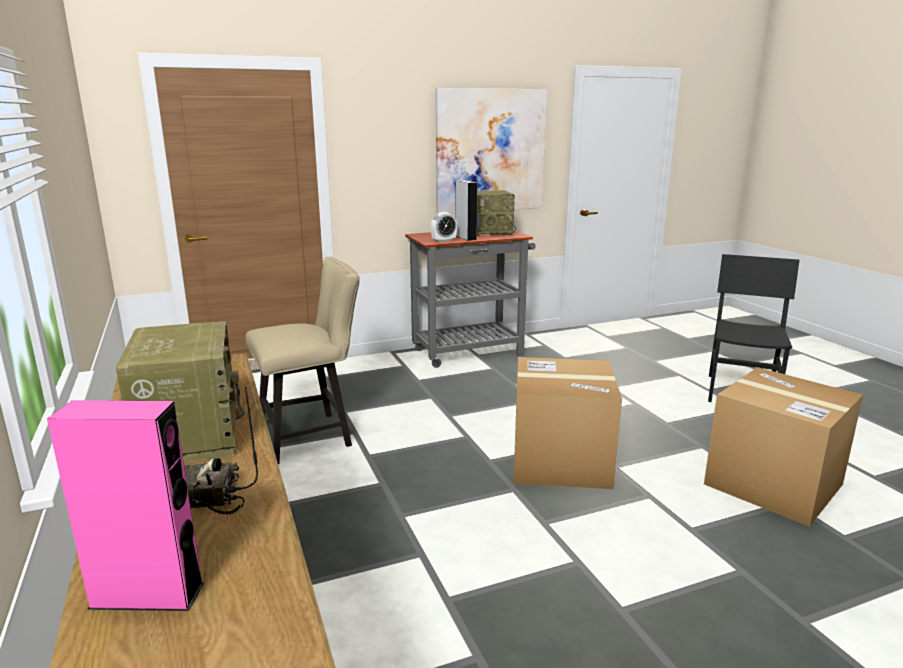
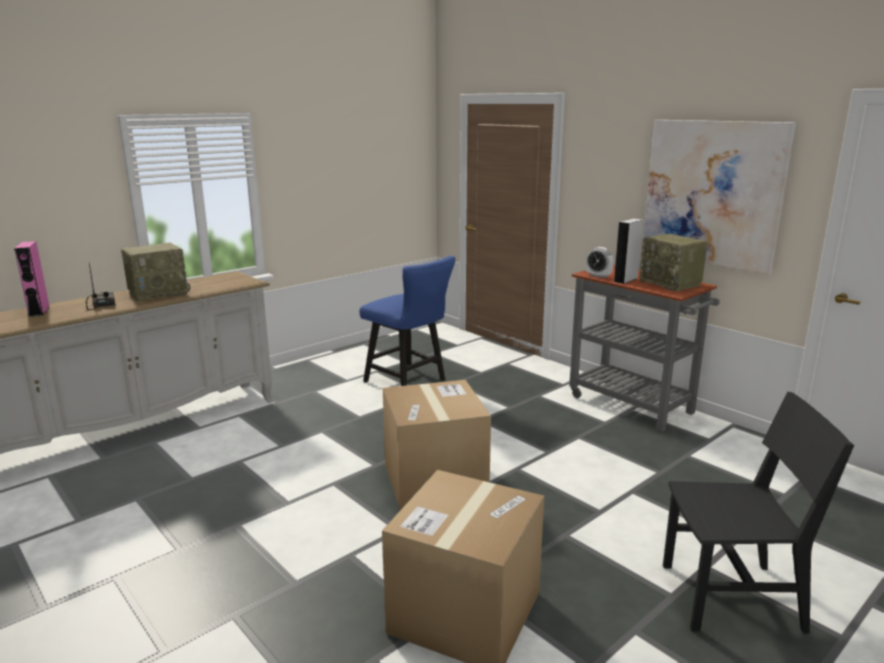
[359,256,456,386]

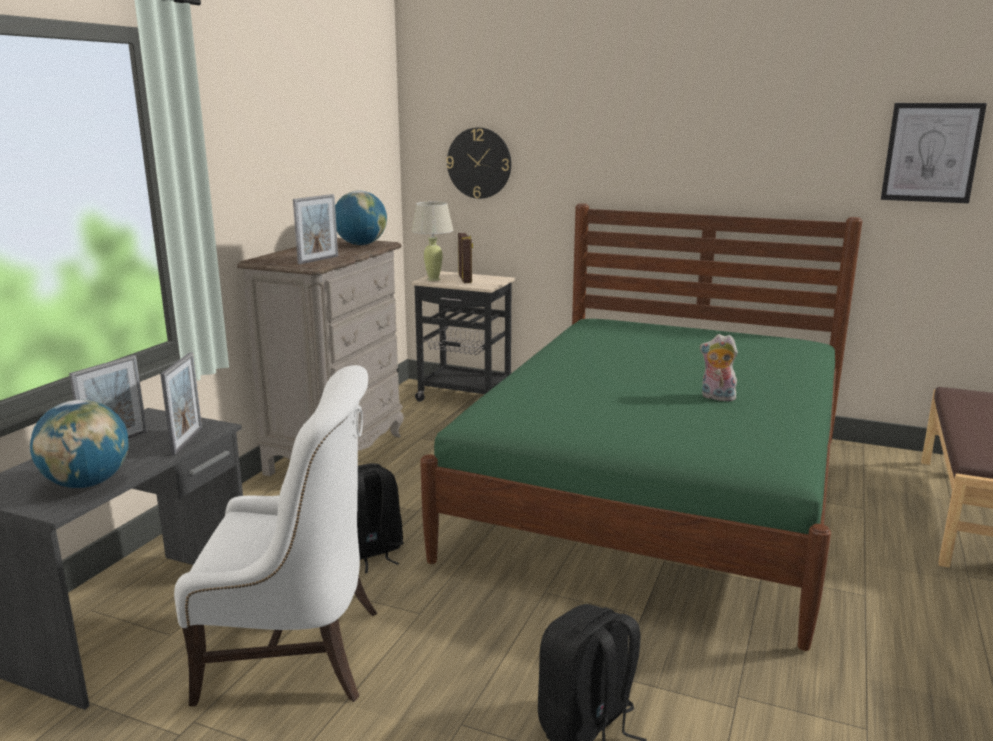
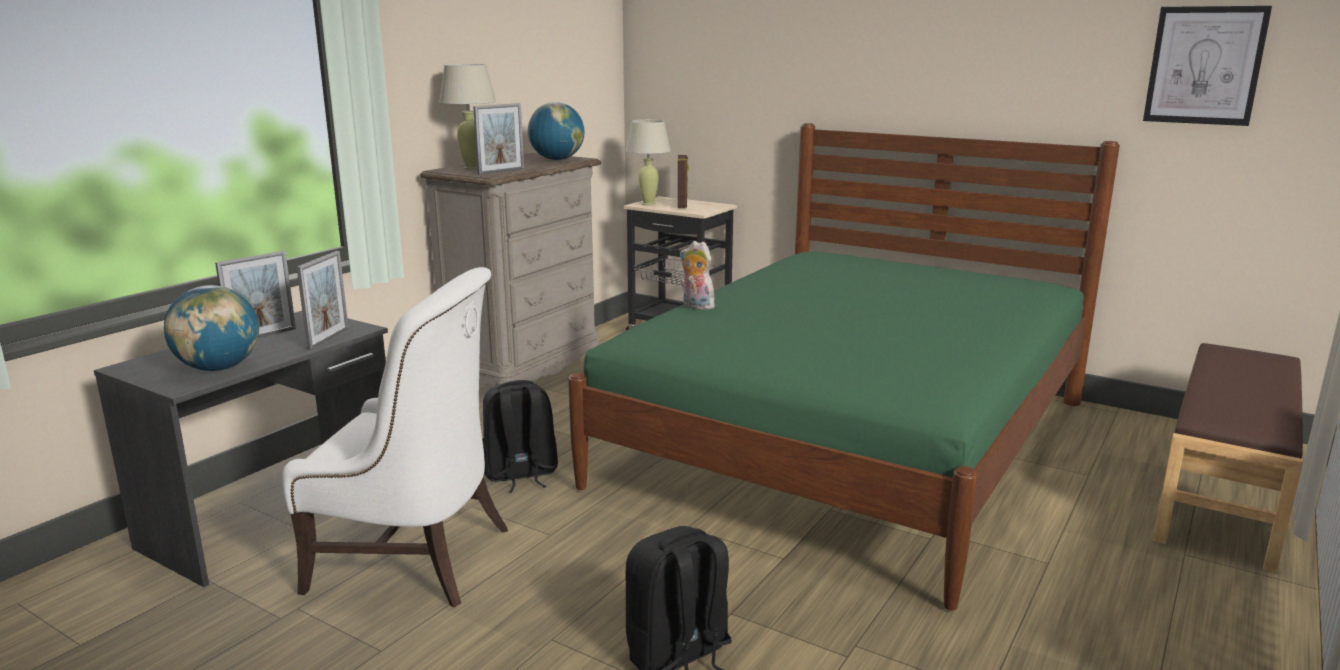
[446,128,511,199] (first image)
[680,241,715,310]
[439,64,496,169]

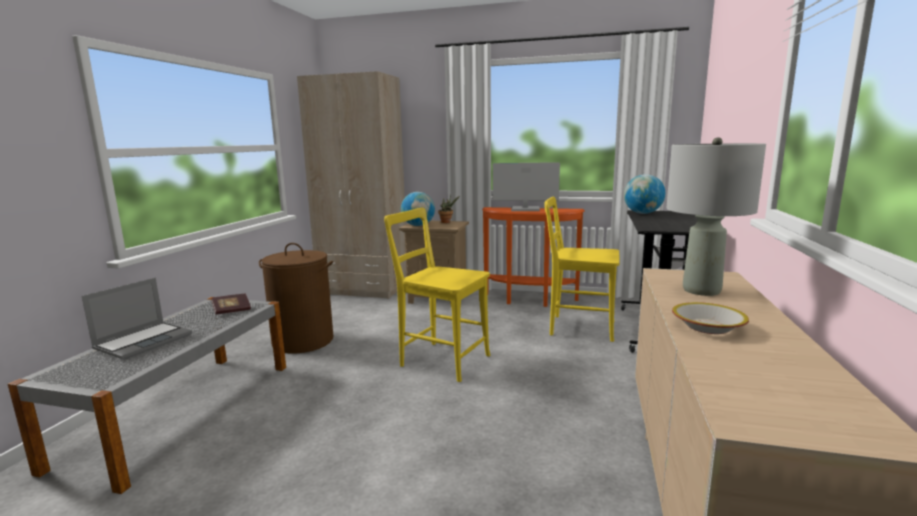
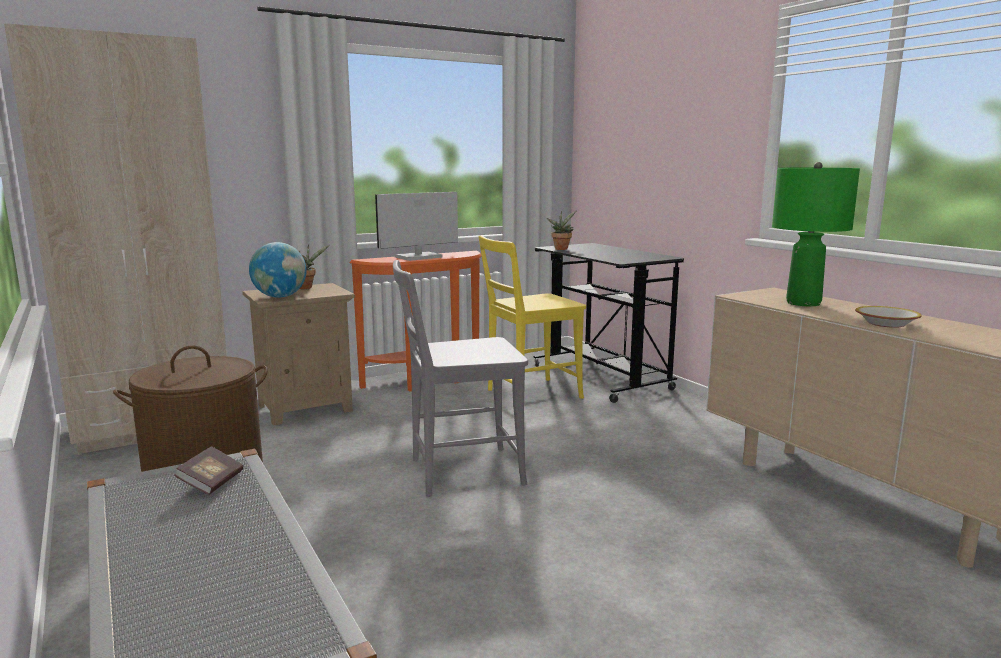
[82,278,192,360] (first image)
[393,260,528,497]
[547,210,577,250]
[772,162,860,306]

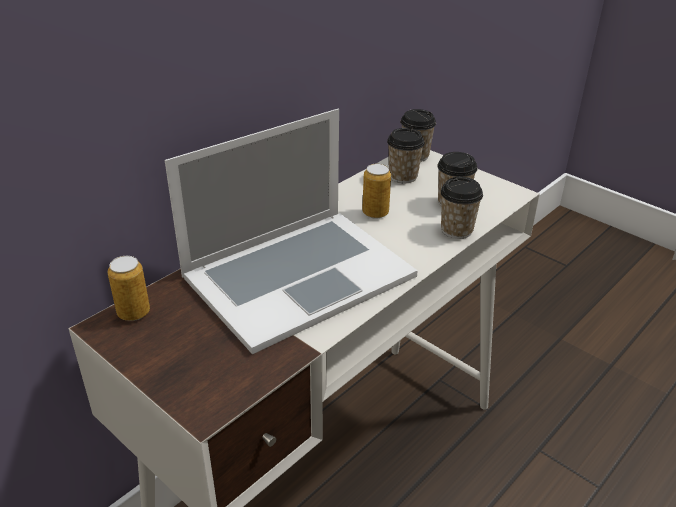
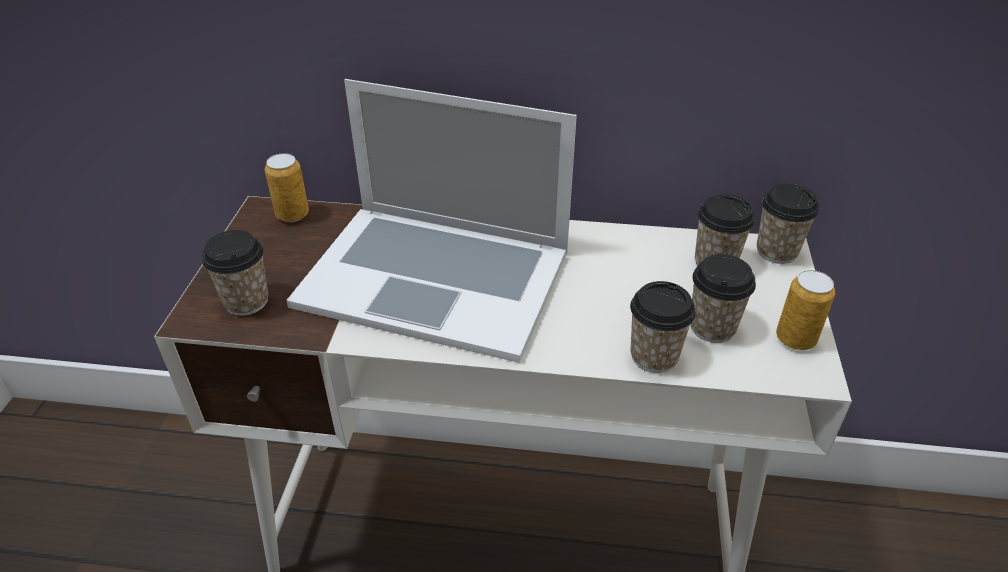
[776,270,835,350]
[202,230,269,316]

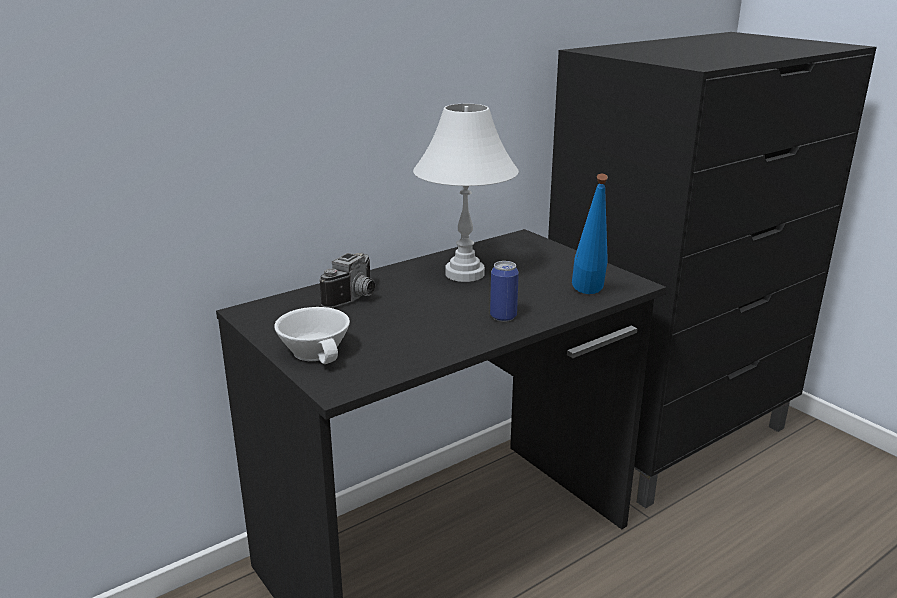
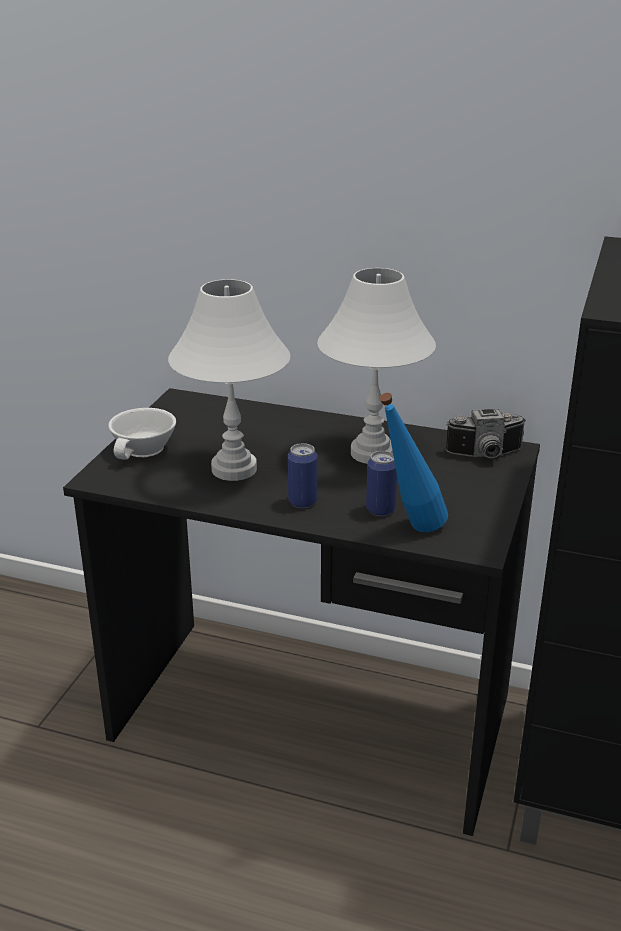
[446,409,526,458]
[168,279,290,481]
[366,451,397,516]

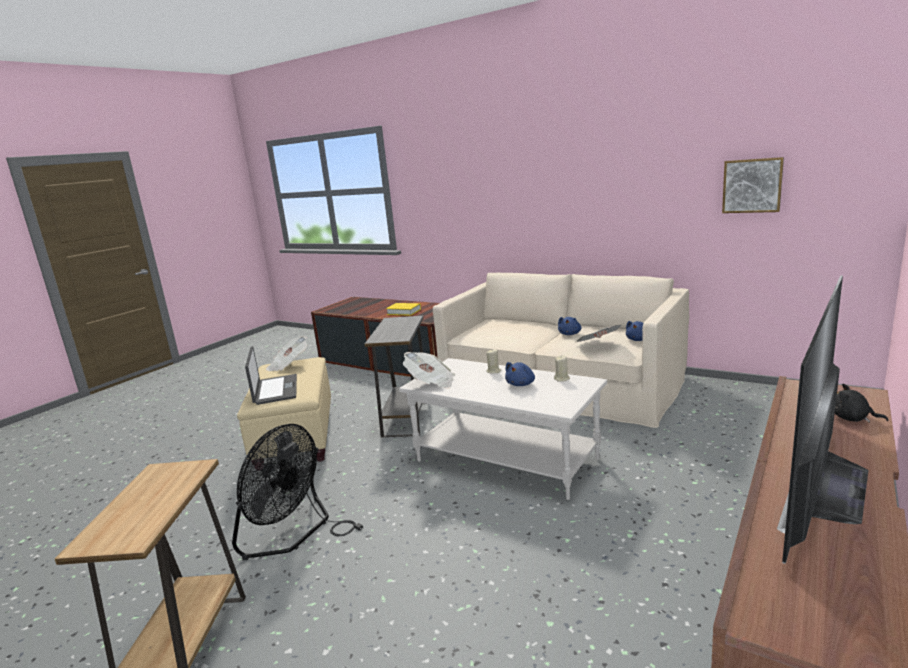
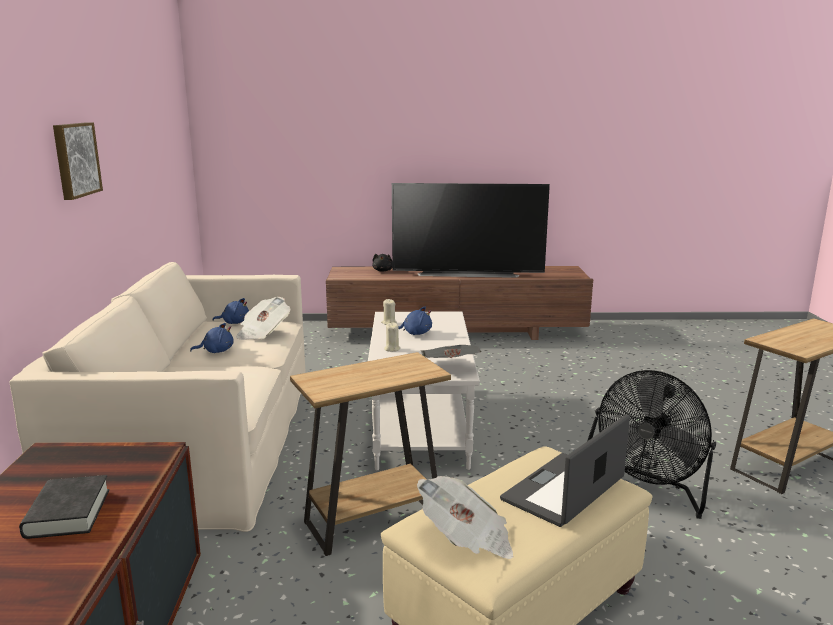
[587,370,716,519]
[290,352,451,556]
[19,475,109,539]
[53,122,103,200]

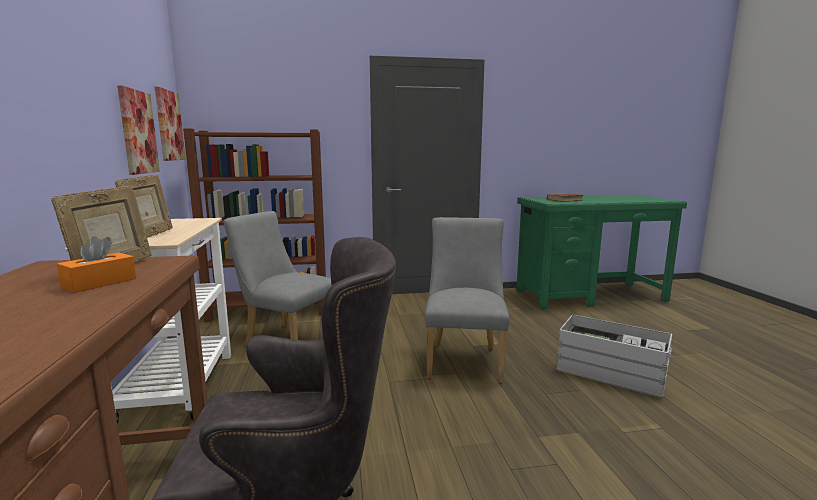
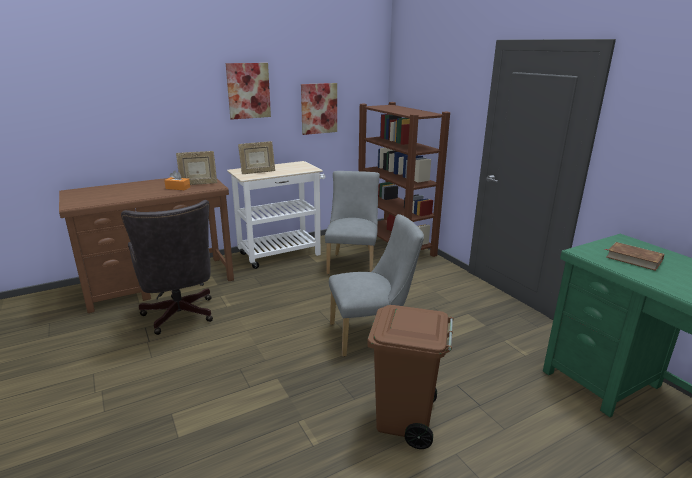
[226,63,271,120]
[367,305,454,449]

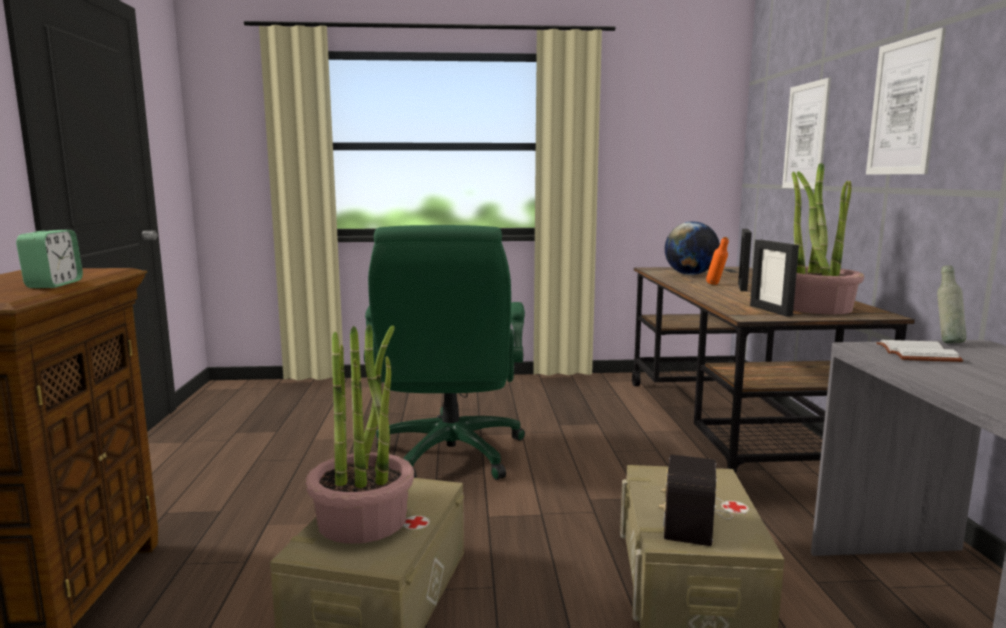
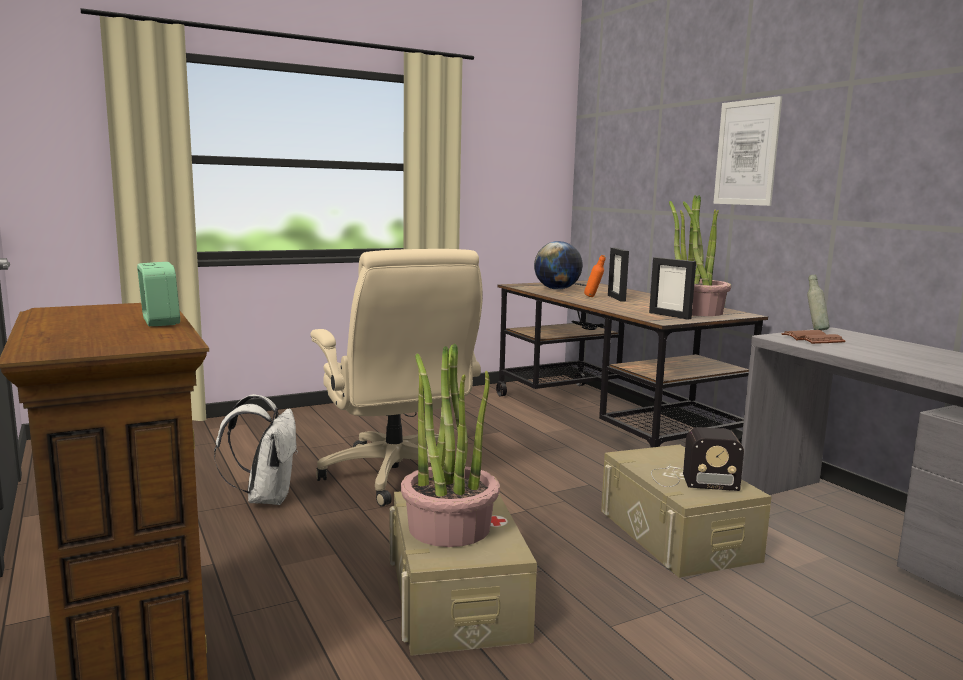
[310,249,483,507]
[651,427,744,491]
[782,78,831,189] (first image)
[781,330,846,344]
[214,394,298,505]

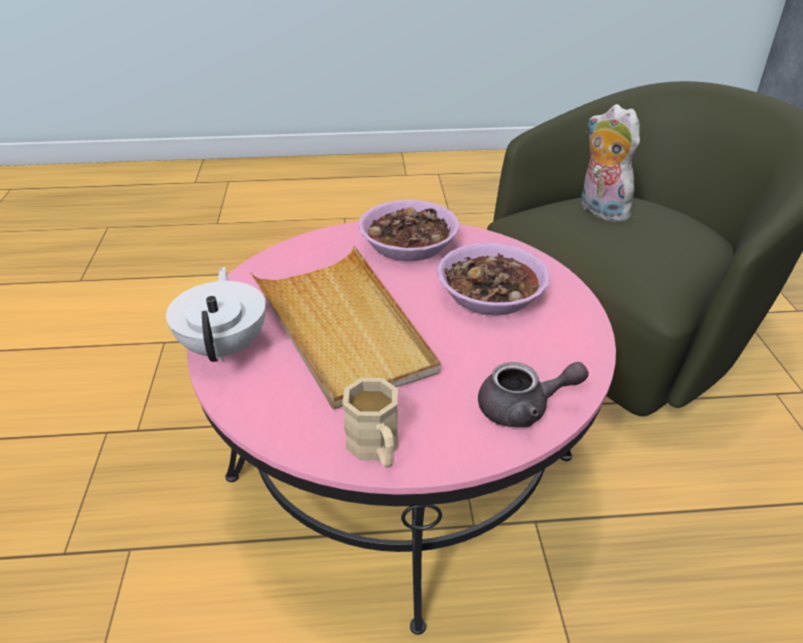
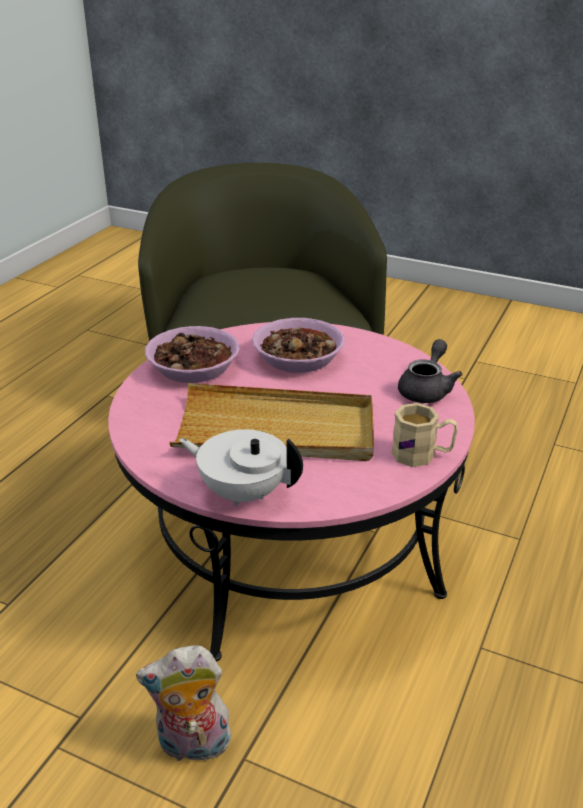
[136,645,231,761]

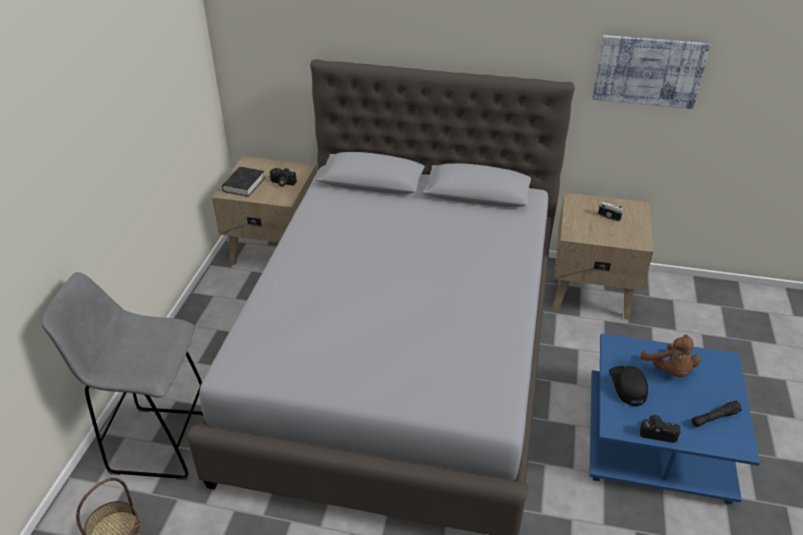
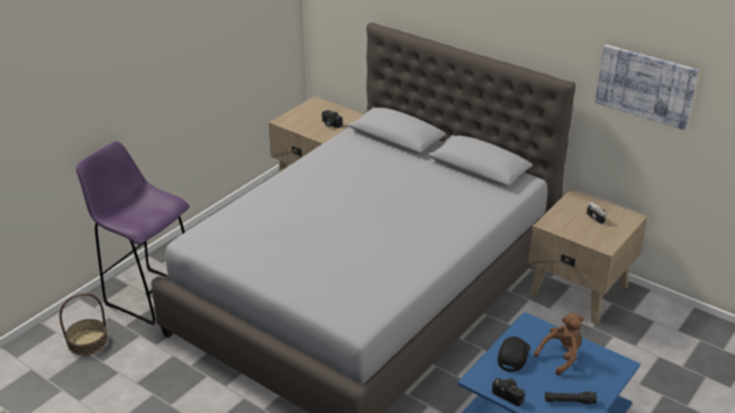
[76,141,190,325]
[222,167,265,197] (first image)
[534,313,584,375]

